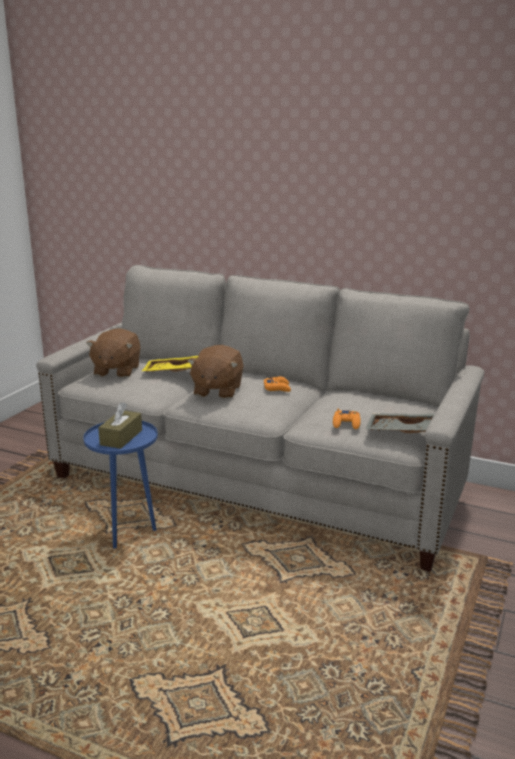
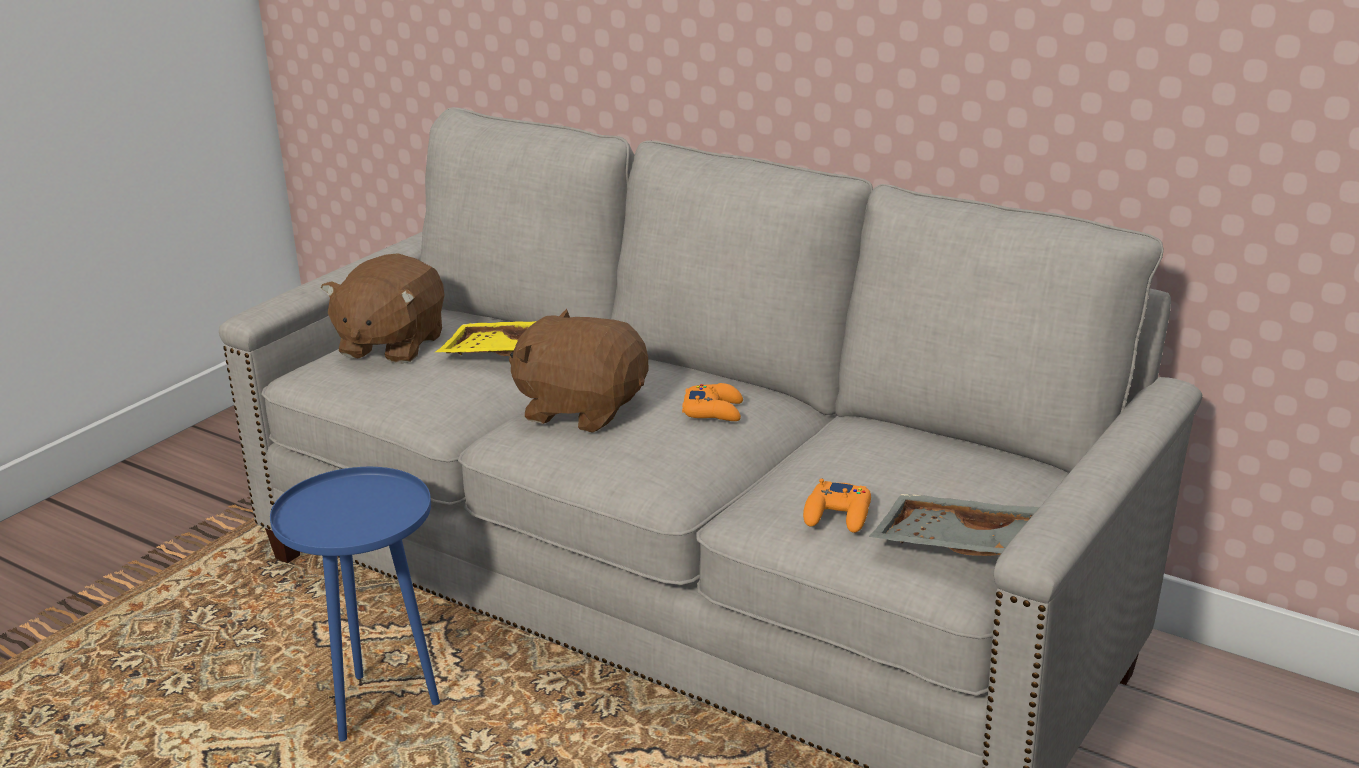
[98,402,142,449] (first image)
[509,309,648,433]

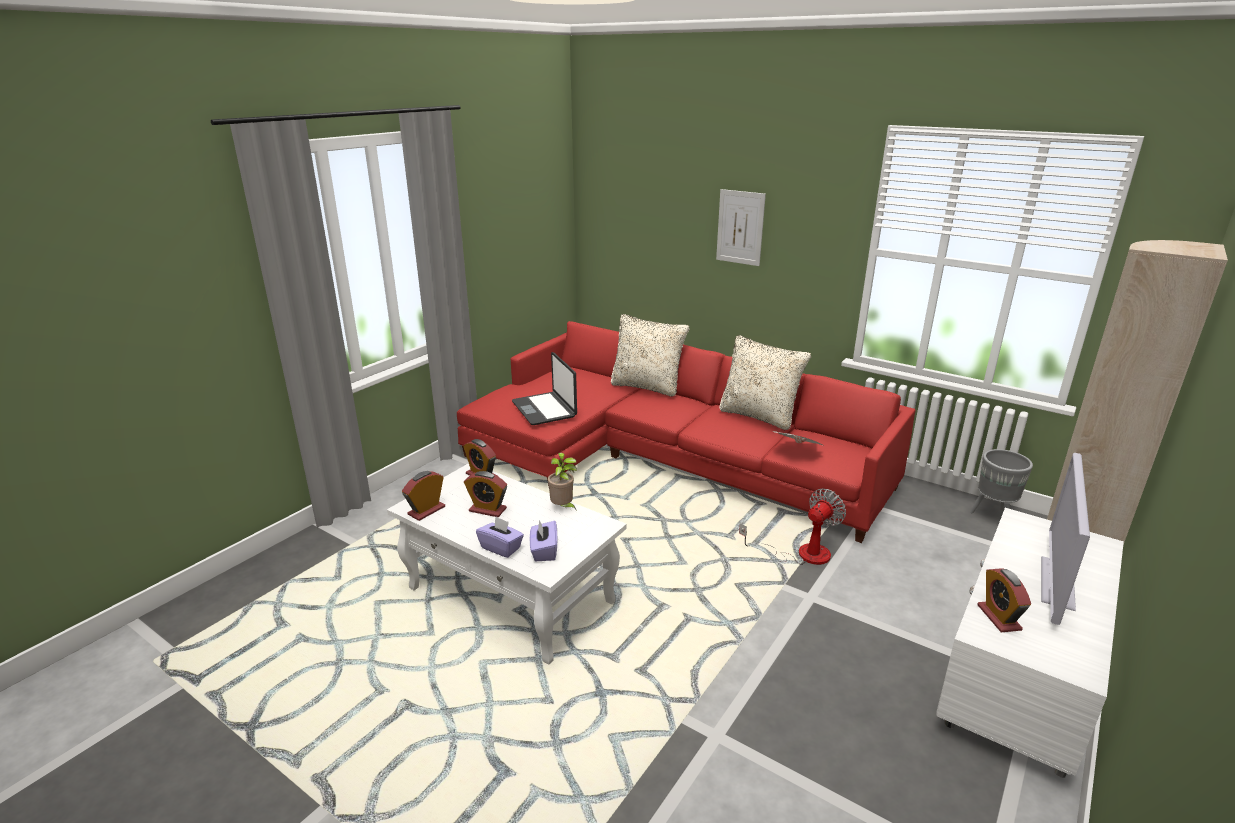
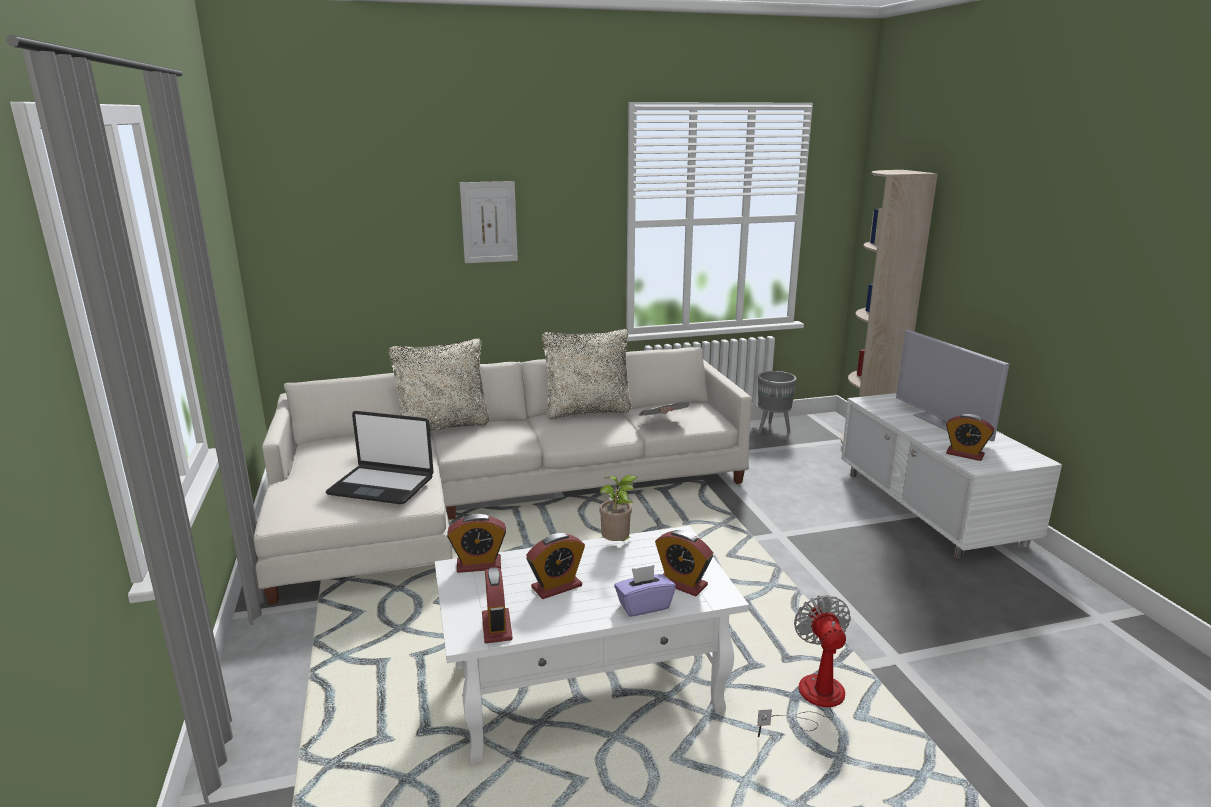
[254,347,752,605]
[655,530,713,596]
[757,595,851,737]

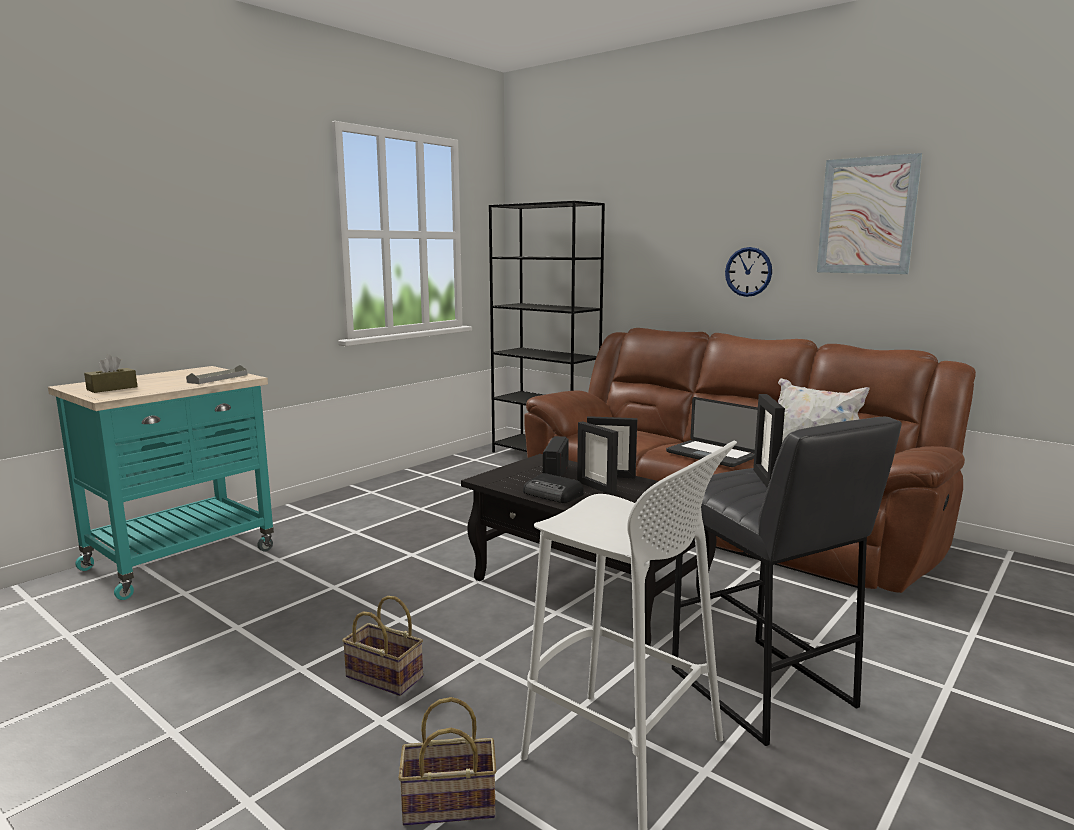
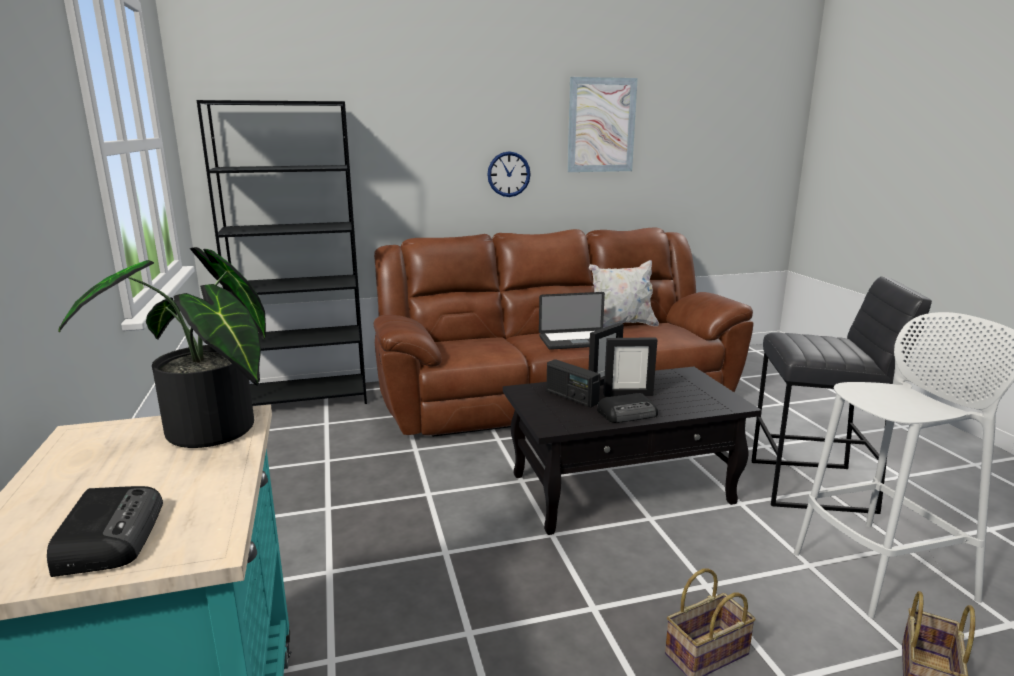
[47,486,163,577]
[58,247,266,448]
[753,394,785,488] (first image)

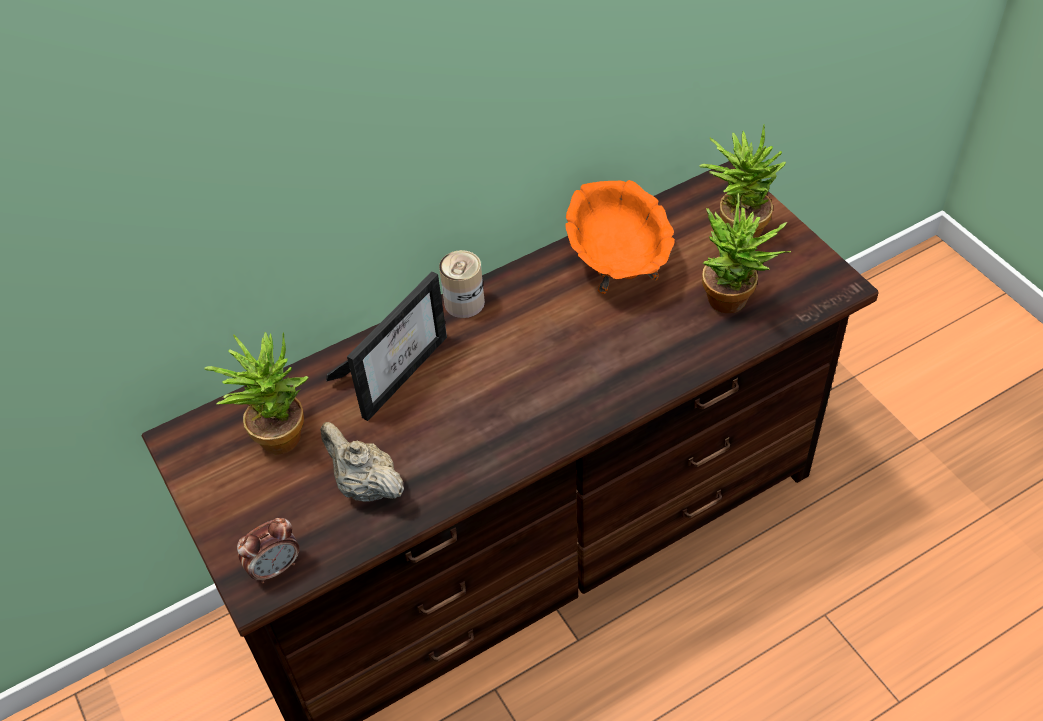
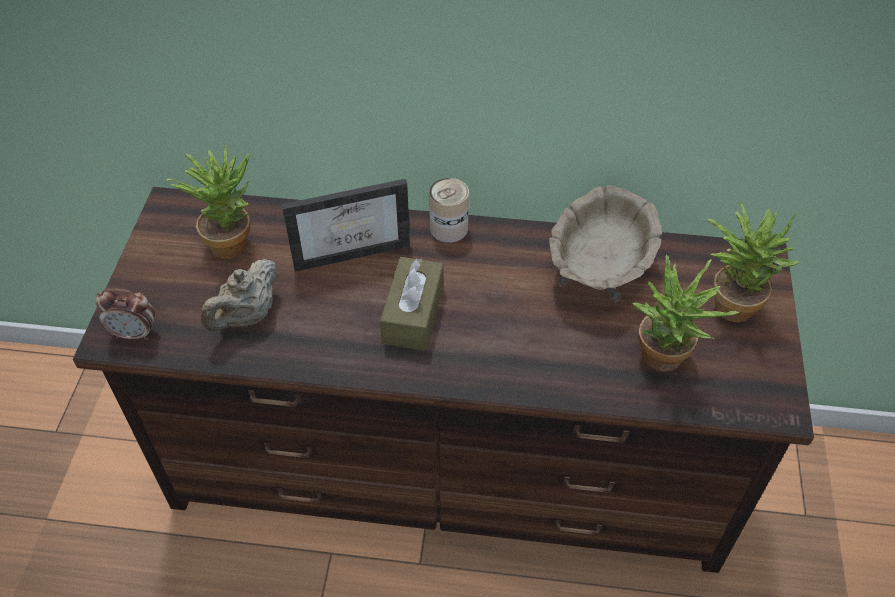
[201,259,277,332]
[549,185,662,303]
[380,257,444,351]

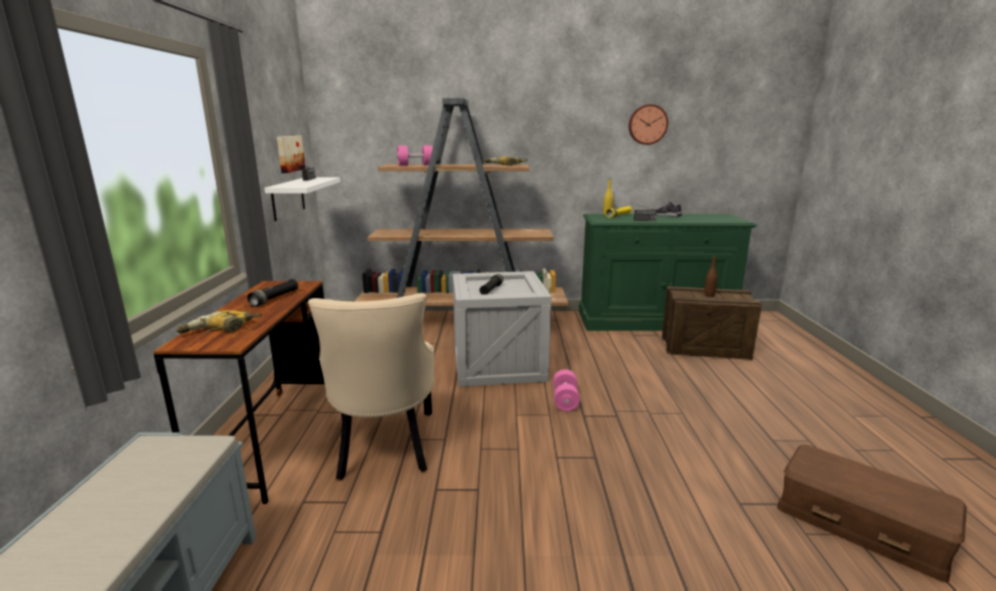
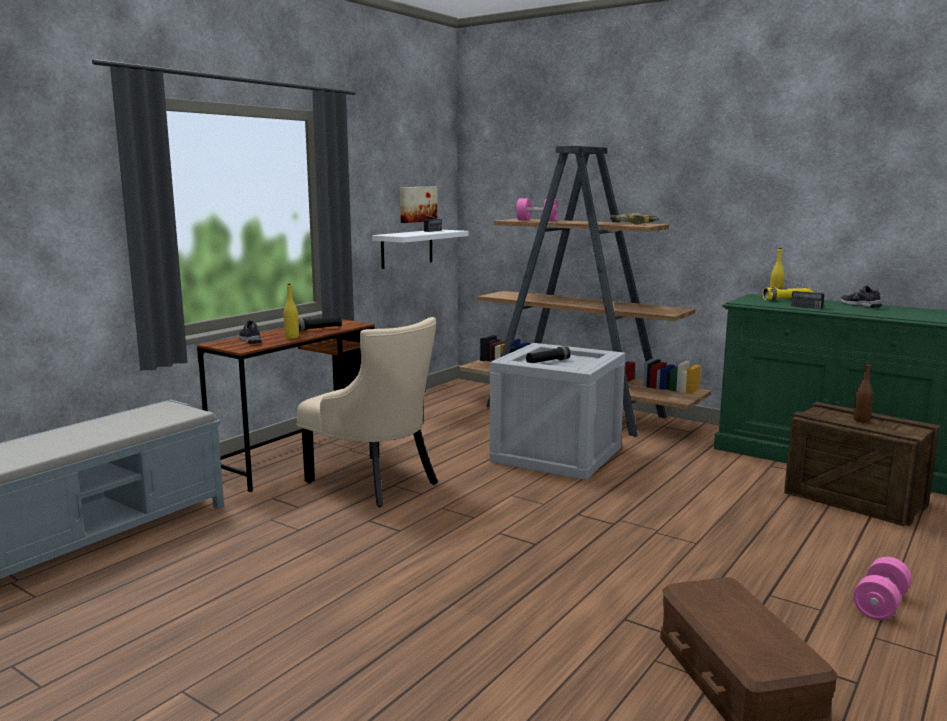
[239,320,262,344]
[296,317,438,507]
[853,557,912,620]
[629,104,668,145] (first image)
[284,283,299,339]

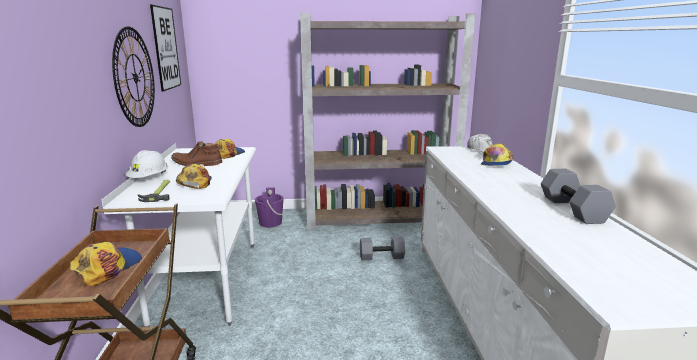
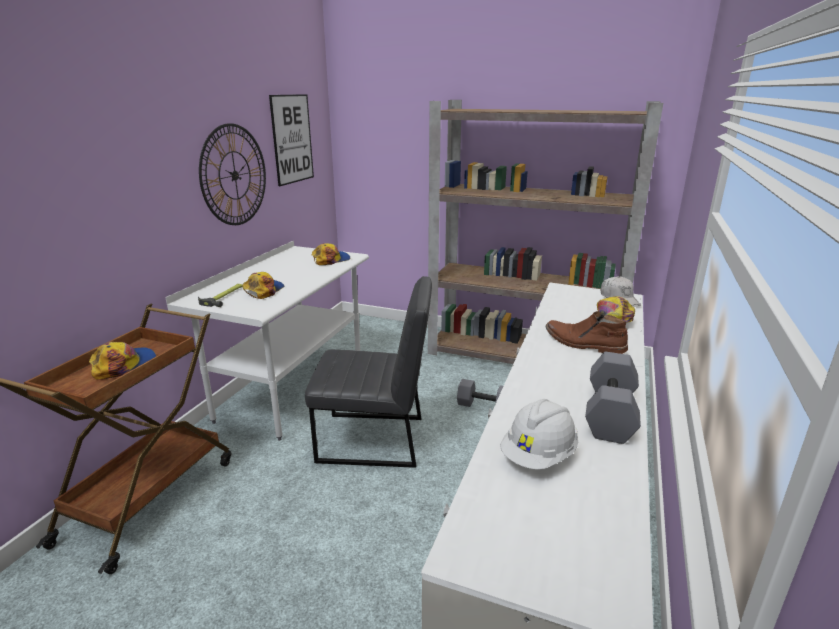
[500,399,578,470]
[546,311,628,354]
[255,187,284,227] (first image)
[305,276,432,468]

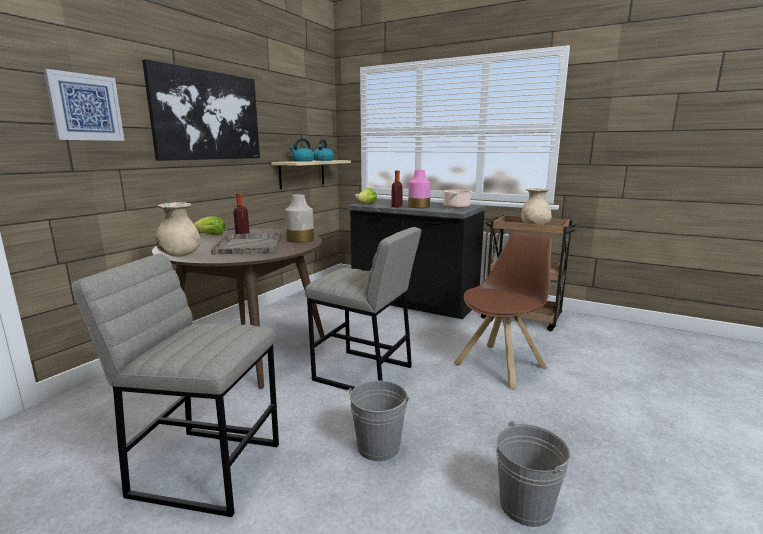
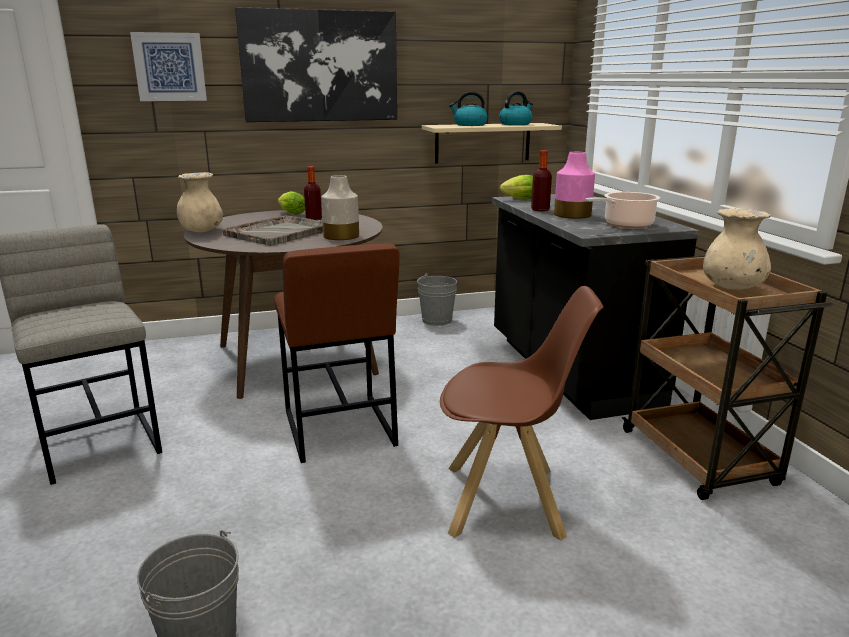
[274,243,400,463]
[417,273,457,326]

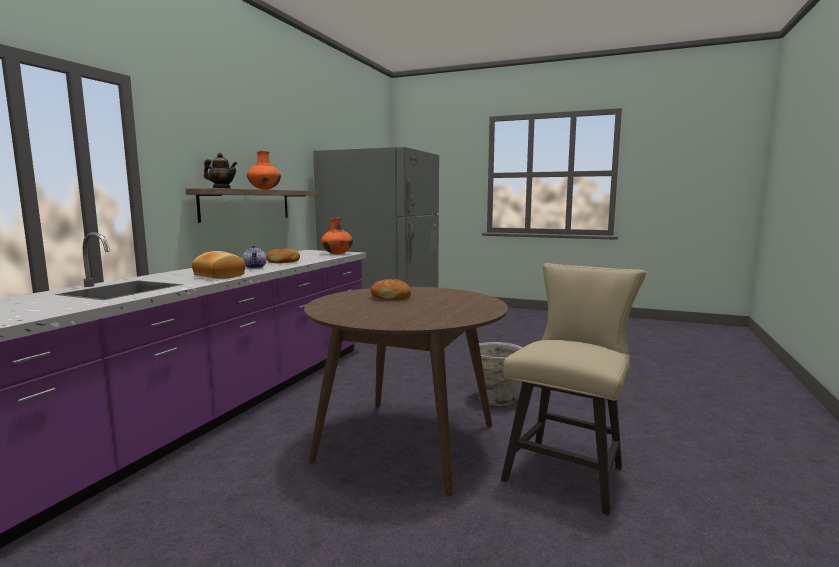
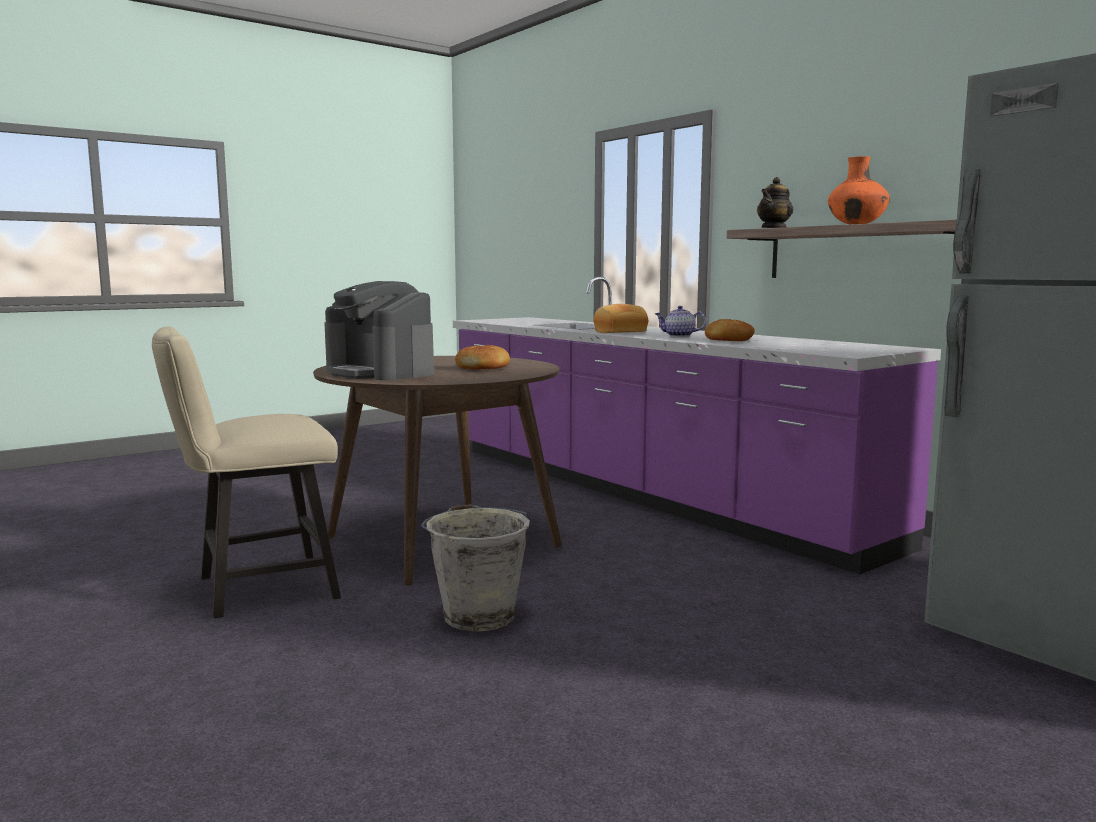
[321,218,353,254] (first image)
[152,326,341,618]
[324,281,434,380]

